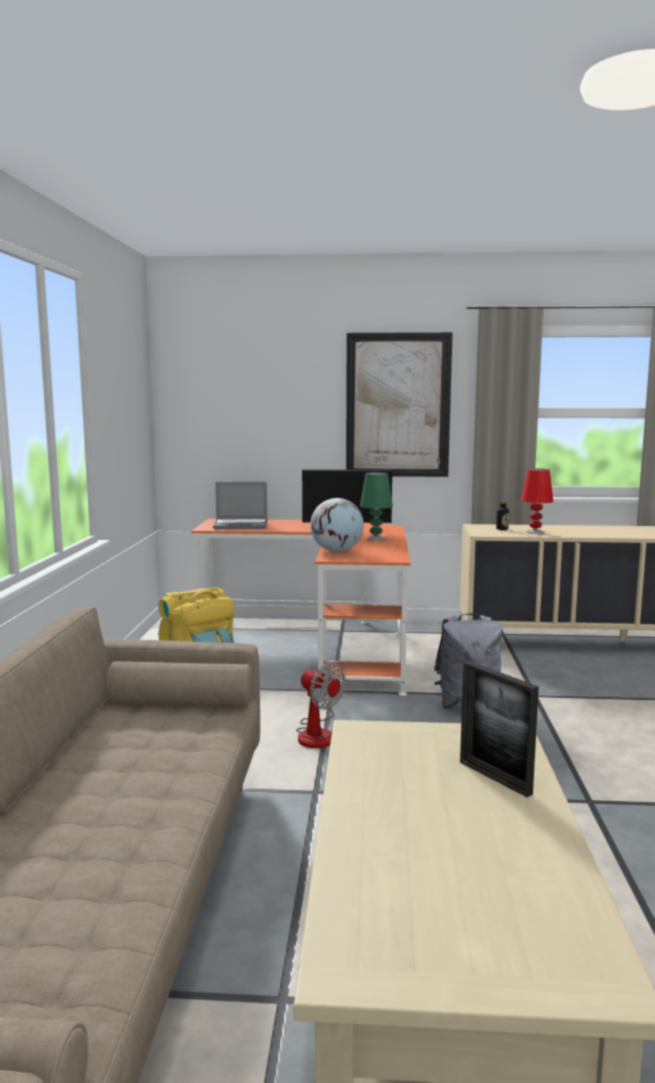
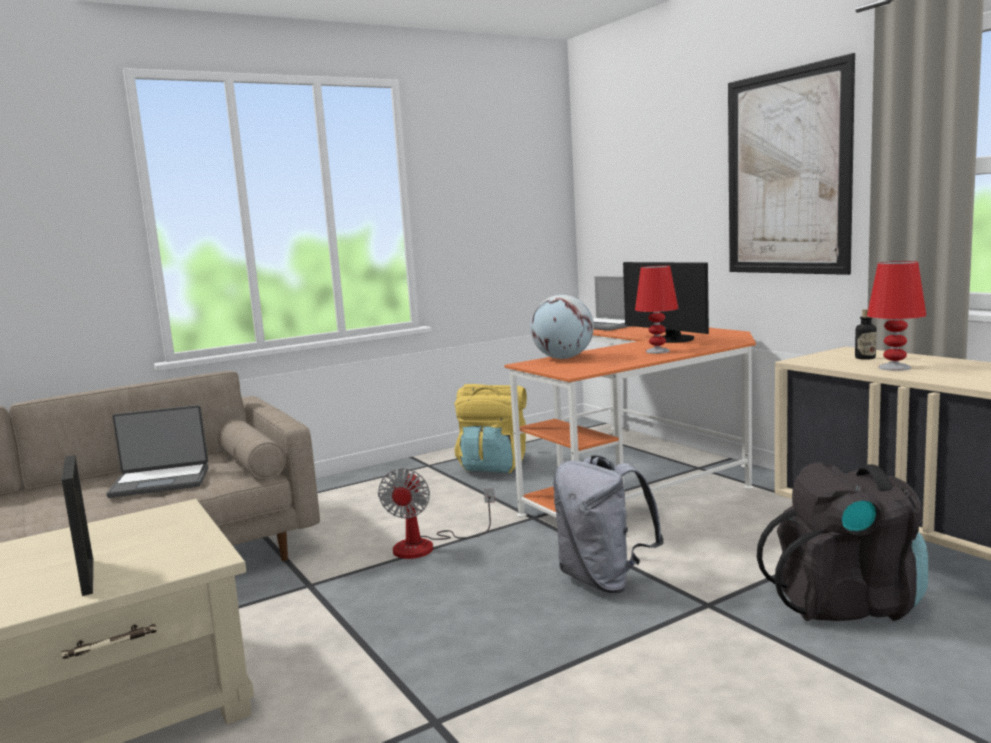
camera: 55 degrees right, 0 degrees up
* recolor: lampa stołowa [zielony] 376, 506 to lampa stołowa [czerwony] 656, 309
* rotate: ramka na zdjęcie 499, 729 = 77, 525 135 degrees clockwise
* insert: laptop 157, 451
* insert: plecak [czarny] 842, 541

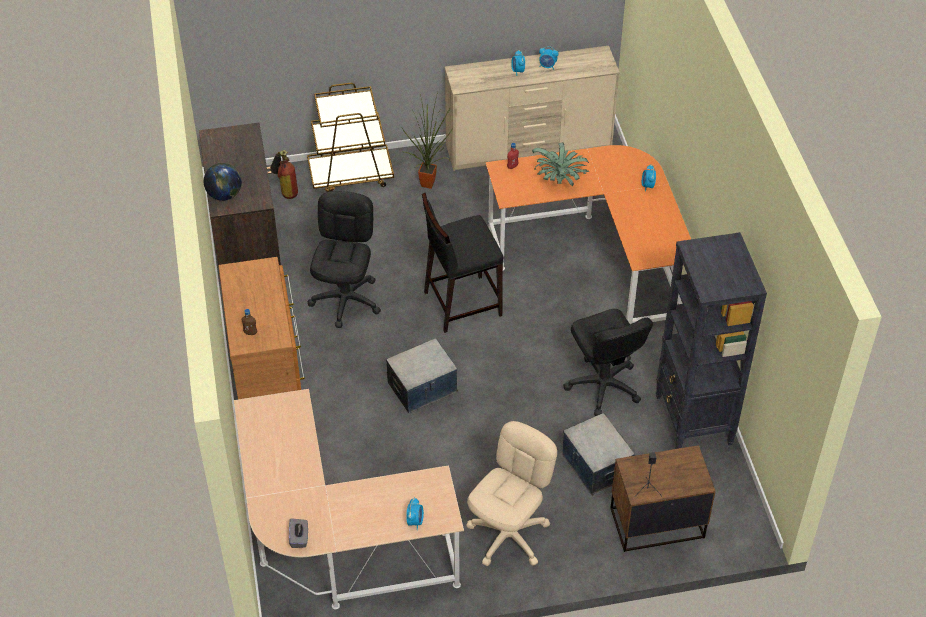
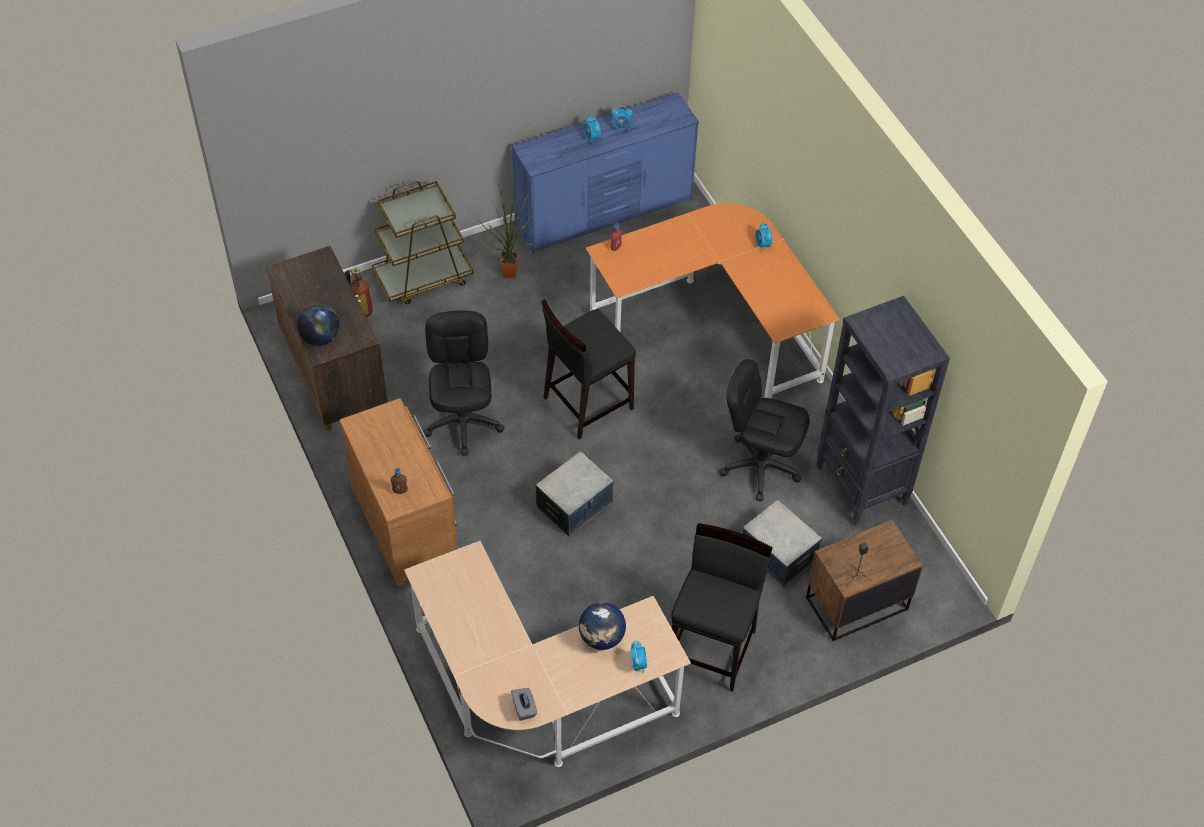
camera: 15 degrees left, 5 degrees up
* recolor: komoda [beżowy] 532, 108 to komoda [niebieski] 605, 173
* replace: krzesło biurowe [beżowy] 511, 493 to stołek [czarny] 722, 607
* delete: roślina doniczkowa 561, 164
* rotate: krzesło biurowe [czarny] 608, 362 = 764, 430 150 degrees clockwise
* insert: globus 602, 626

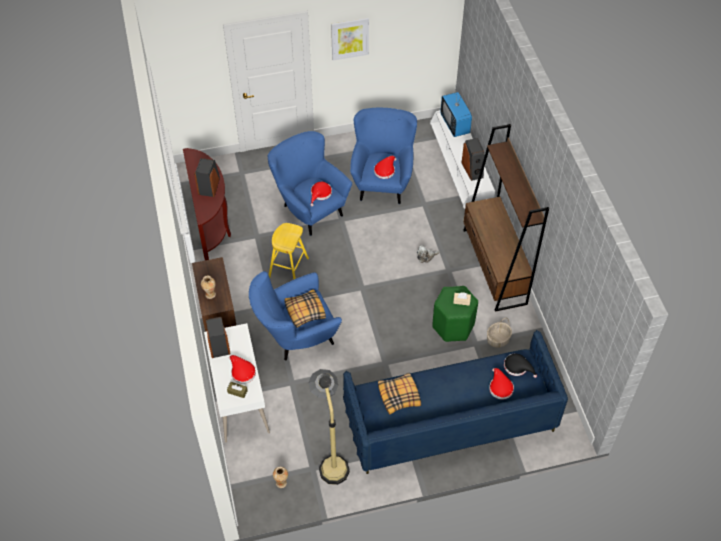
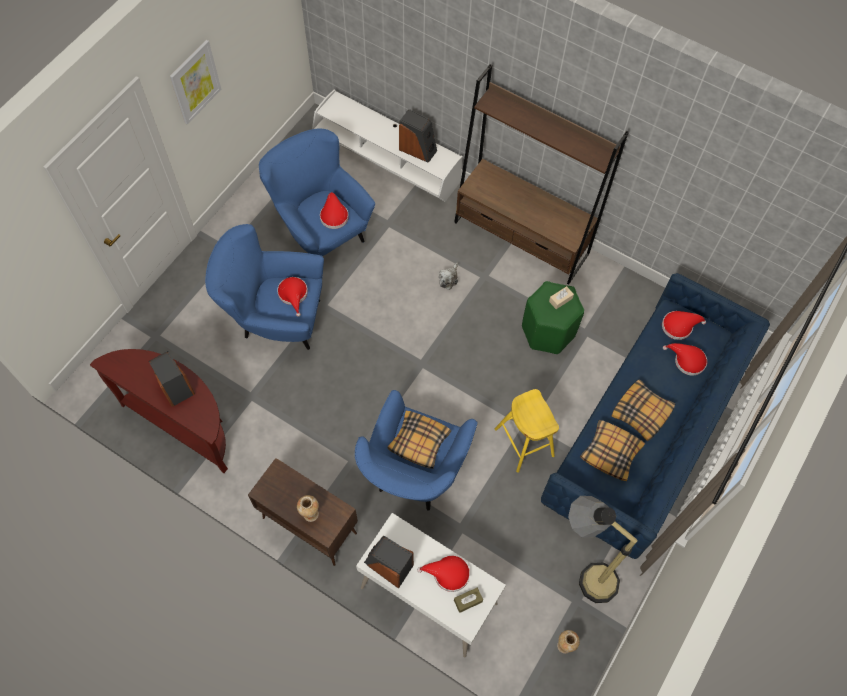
camera: 45 degrees left, 10 degrees up
* move: stołek [żółty] 289, 251 to 527, 431
* delete: telewizor 456, 112
* delete: koszyk 499, 333
* recolor: kapelusz [czarny] 520, 366 to kapelusz [czerwony] 684, 325
* insert: poduszka 643, 410

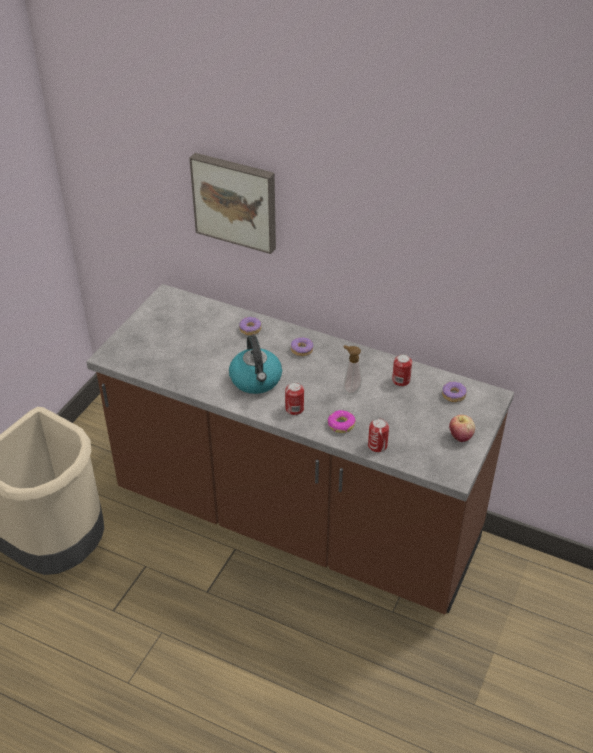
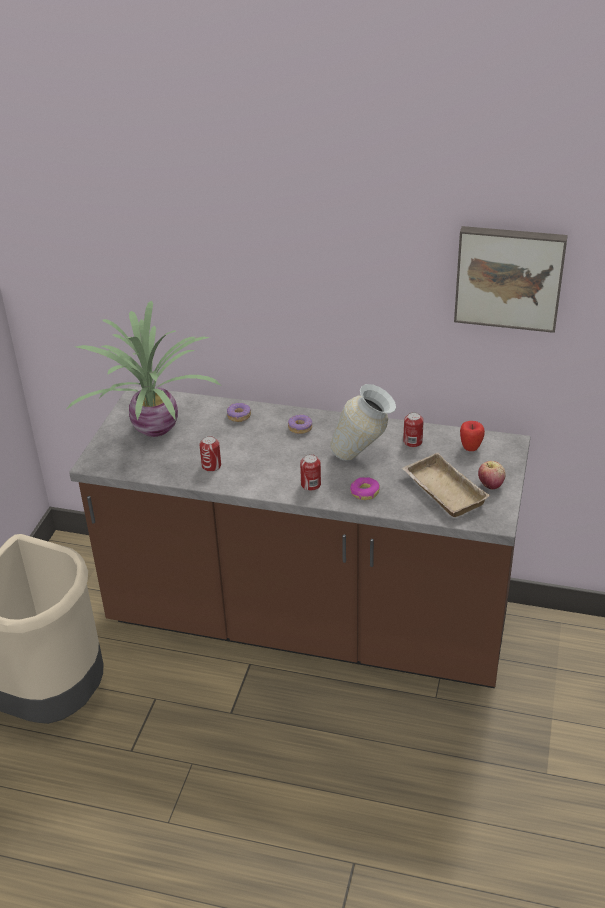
camera: 10 degrees left, 5 degrees down
* move: obraz 232, 203 to 511, 279
* delete: czajnik 255, 364
* replace: dozownik mydła 352, 370 to wazon 363, 422
* move: puszka 378, 435 to 210, 454
* replace: donut 454, 392 to jabłko 472, 436
* insert: roślina doniczkowa 143, 369
* insert: taca [beżowy] 446, 484

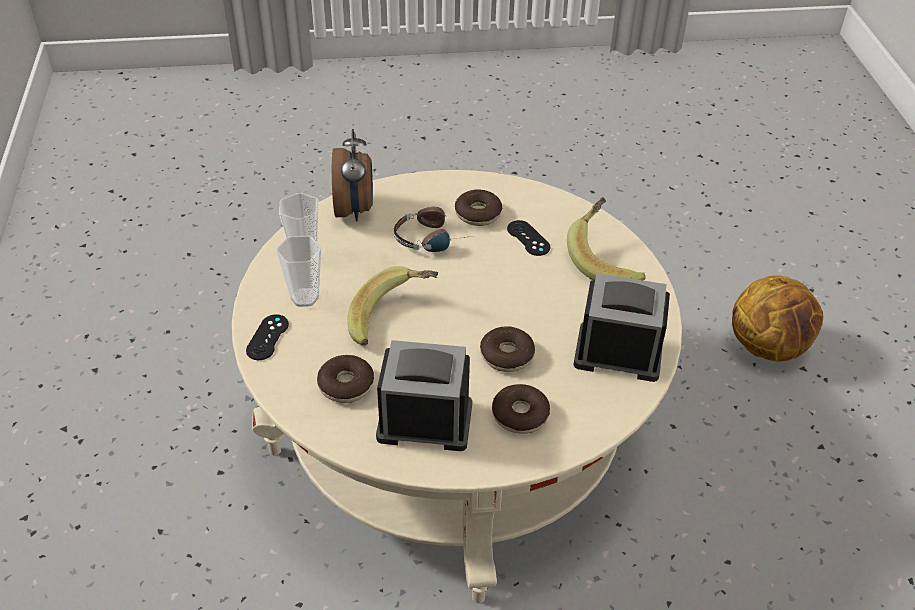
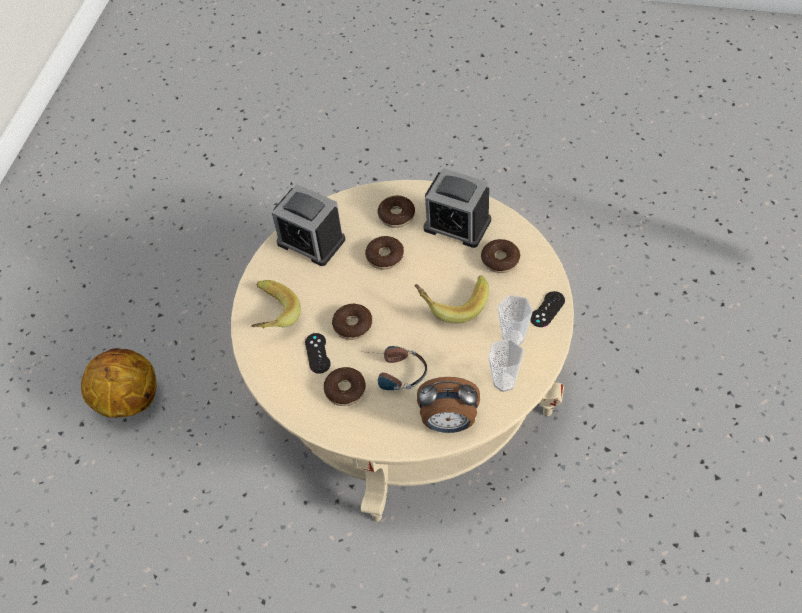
camera: 155 degrees left, 10 degrees up
* rotate: budzik 352, 175 = 448, 405 105 degrees counterclockwise
* insert: donut 352, 322

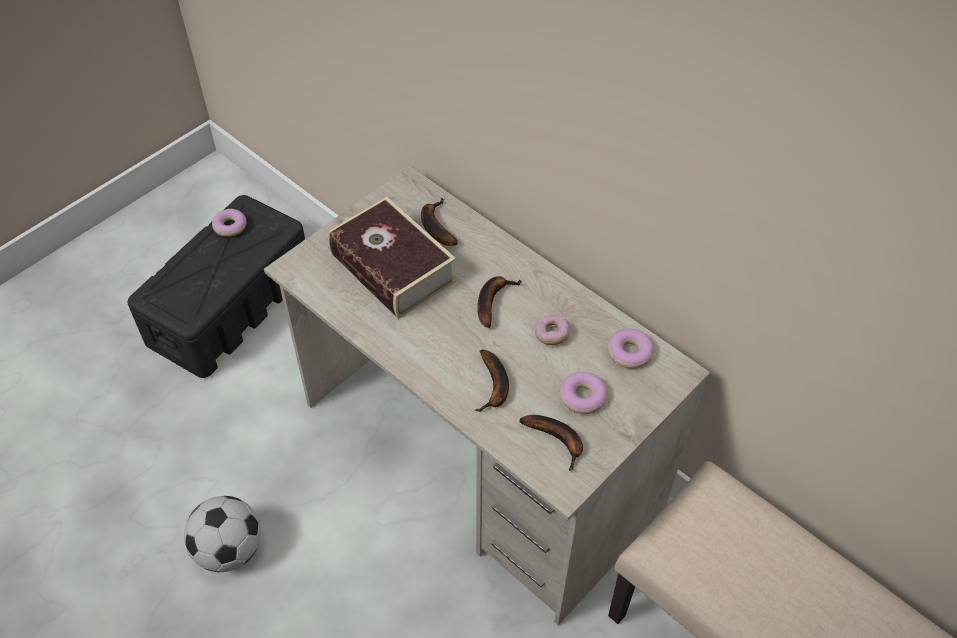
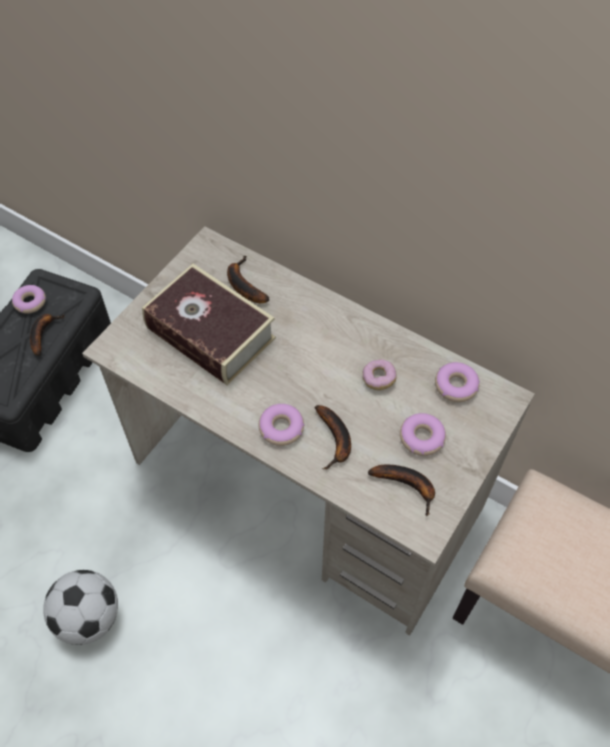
camera: 10 degrees left, 5 degrees up
* move: banan 499, 302 to 47, 335
* insert: donut 281, 425

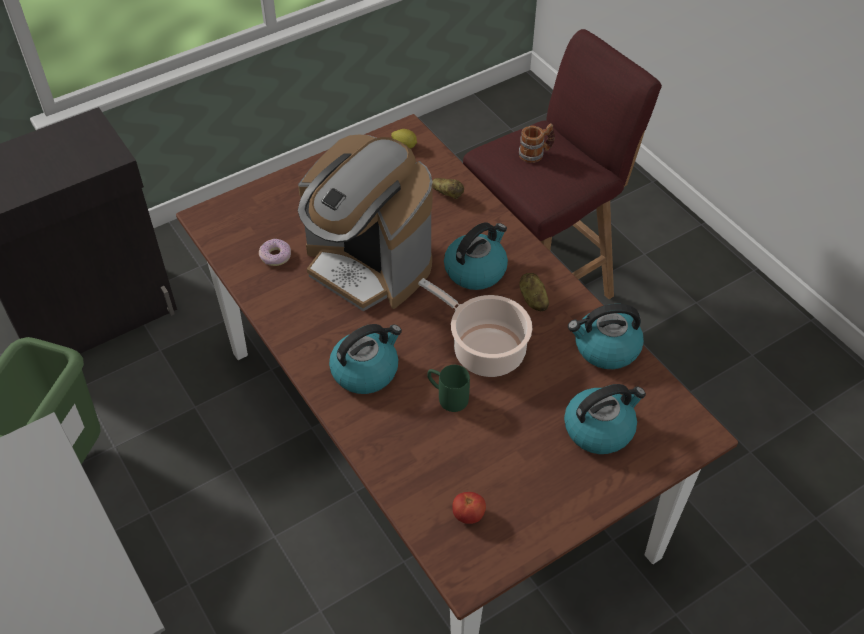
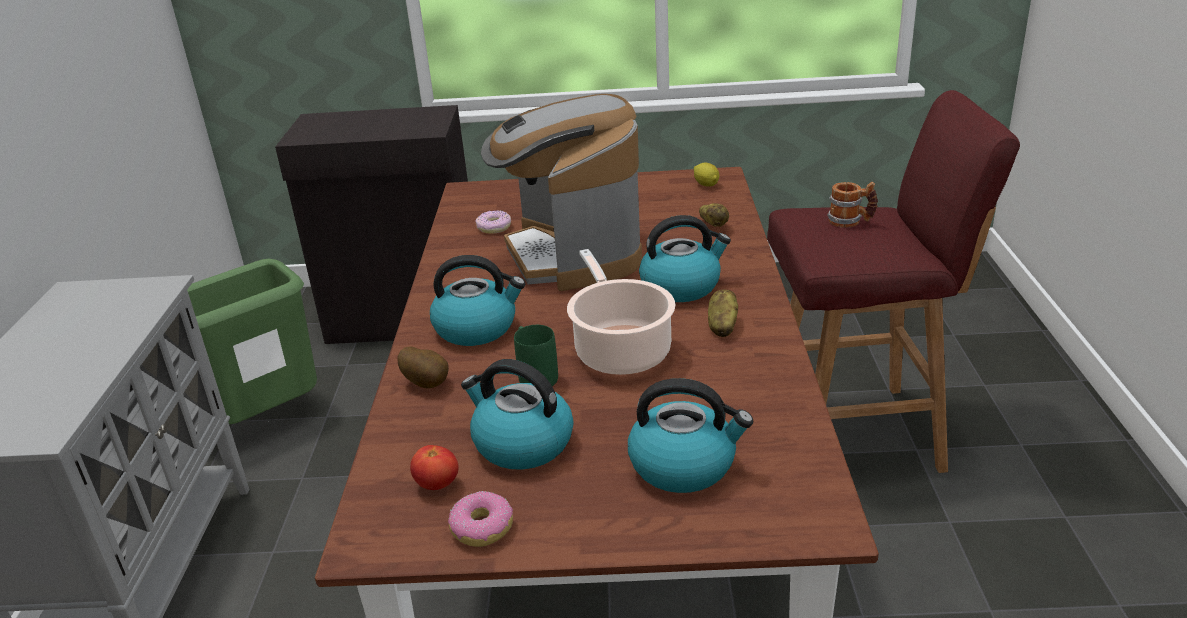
camera: 35 degrees right, 20 degrees down
* move: czajnik 606, 336 to 517, 414
* insert: ziemniak 423, 367
* insert: donut 480, 519

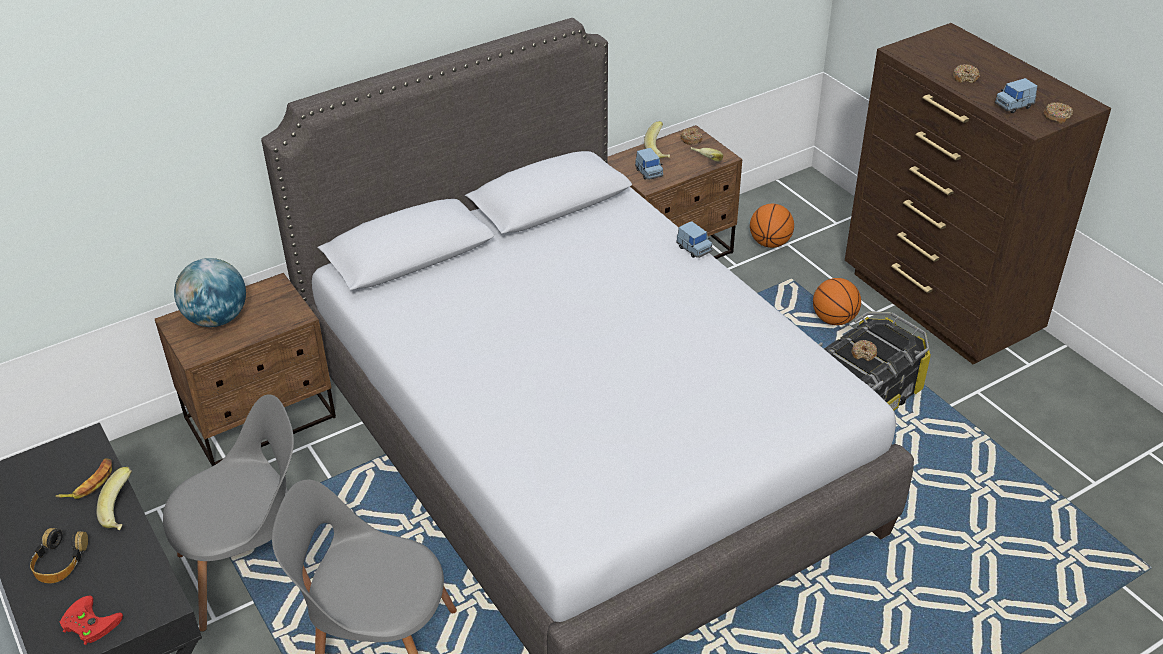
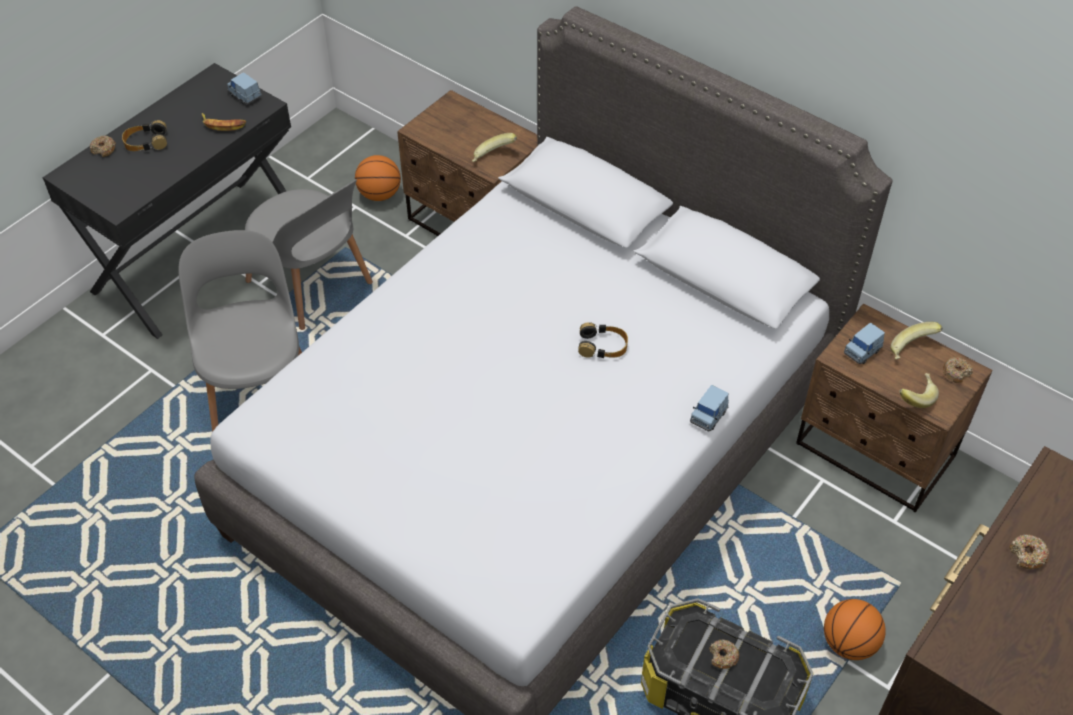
camera: 70 degrees right, 10 degrees up
* delete: pad do gier [czerwony] 91, 620
* move: banan 114, 498 to 494, 147
* delete: globus 210, 292
* move: piłka do koszykówki 772, 226 to 378, 178
* move: samochodzik [niebieski] 1016, 95 to 244, 88
* move: donut 1058, 113 to 103, 146
* insert: słuchawki 603, 340

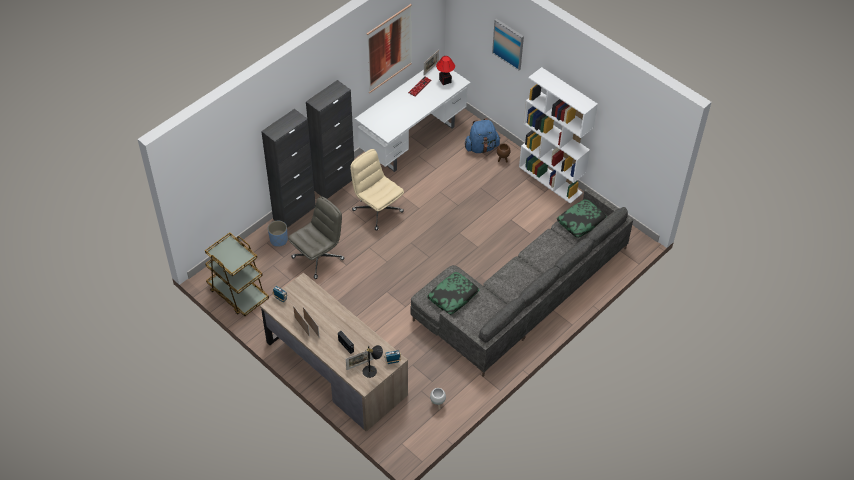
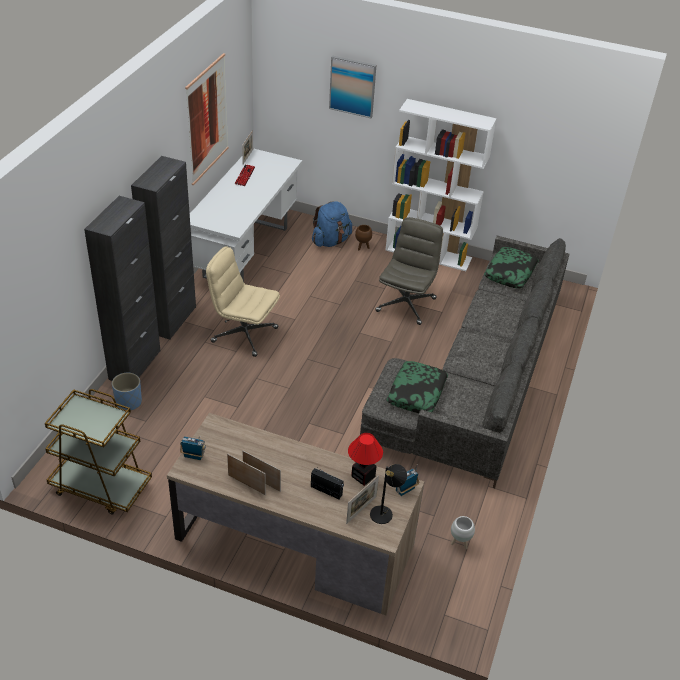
camera: 25 degrees left, 10 degrees down
* move: krzesło biurowe [szary] 316, 237 to 409, 271
* move: lampa stołowa 445, 70 to 365, 459

